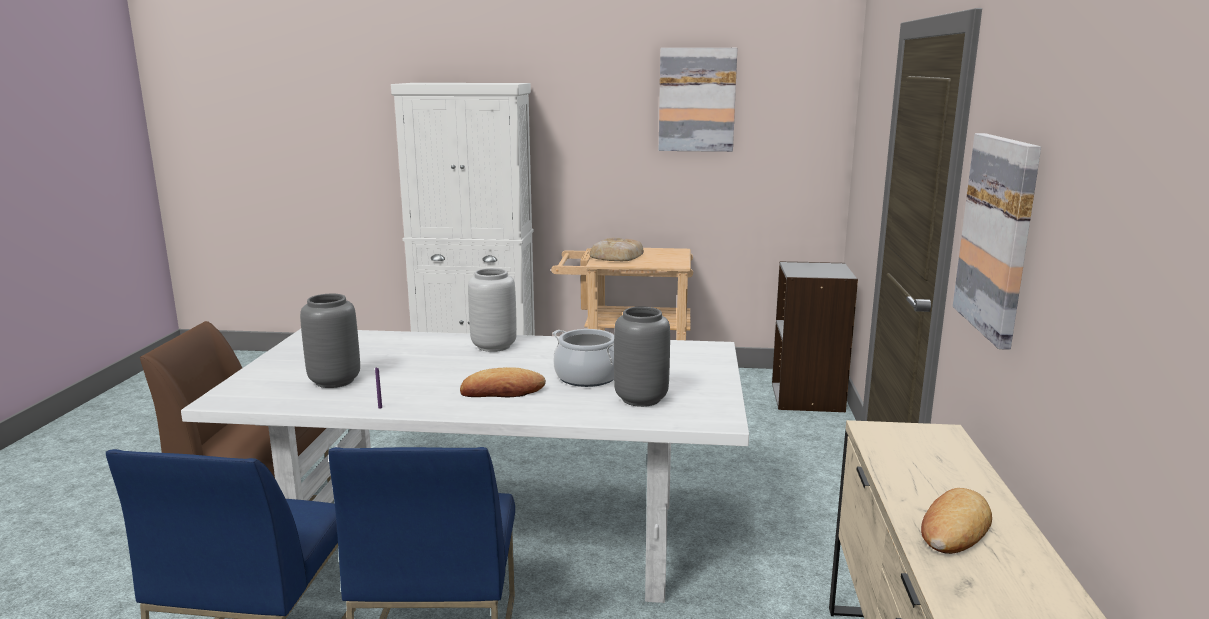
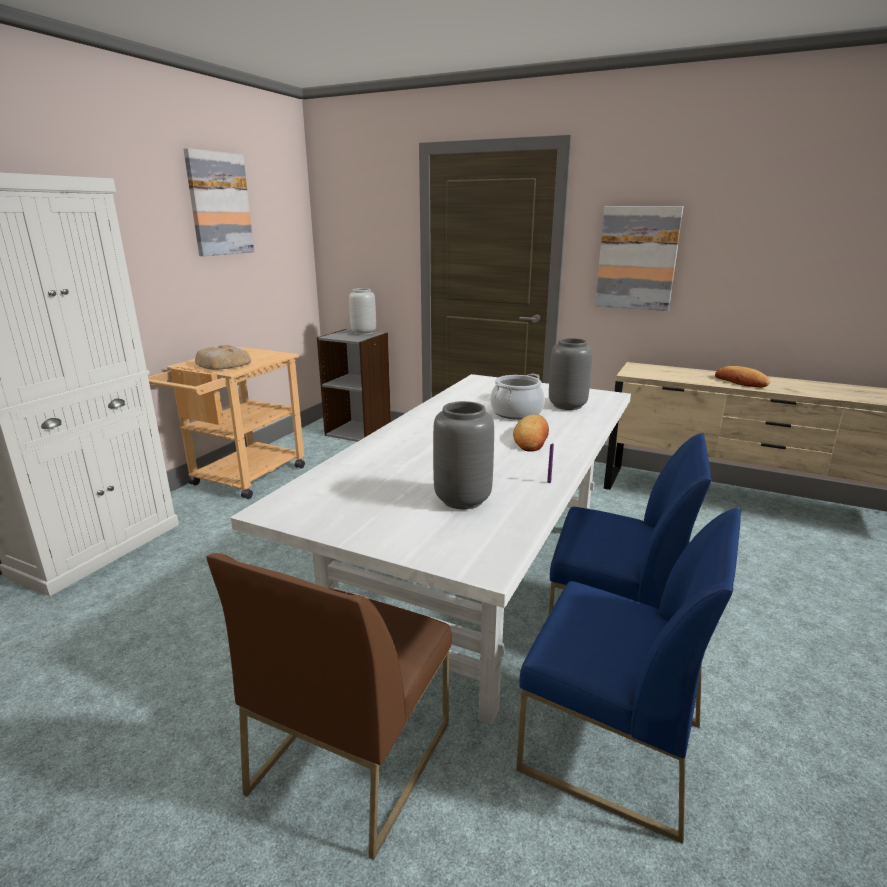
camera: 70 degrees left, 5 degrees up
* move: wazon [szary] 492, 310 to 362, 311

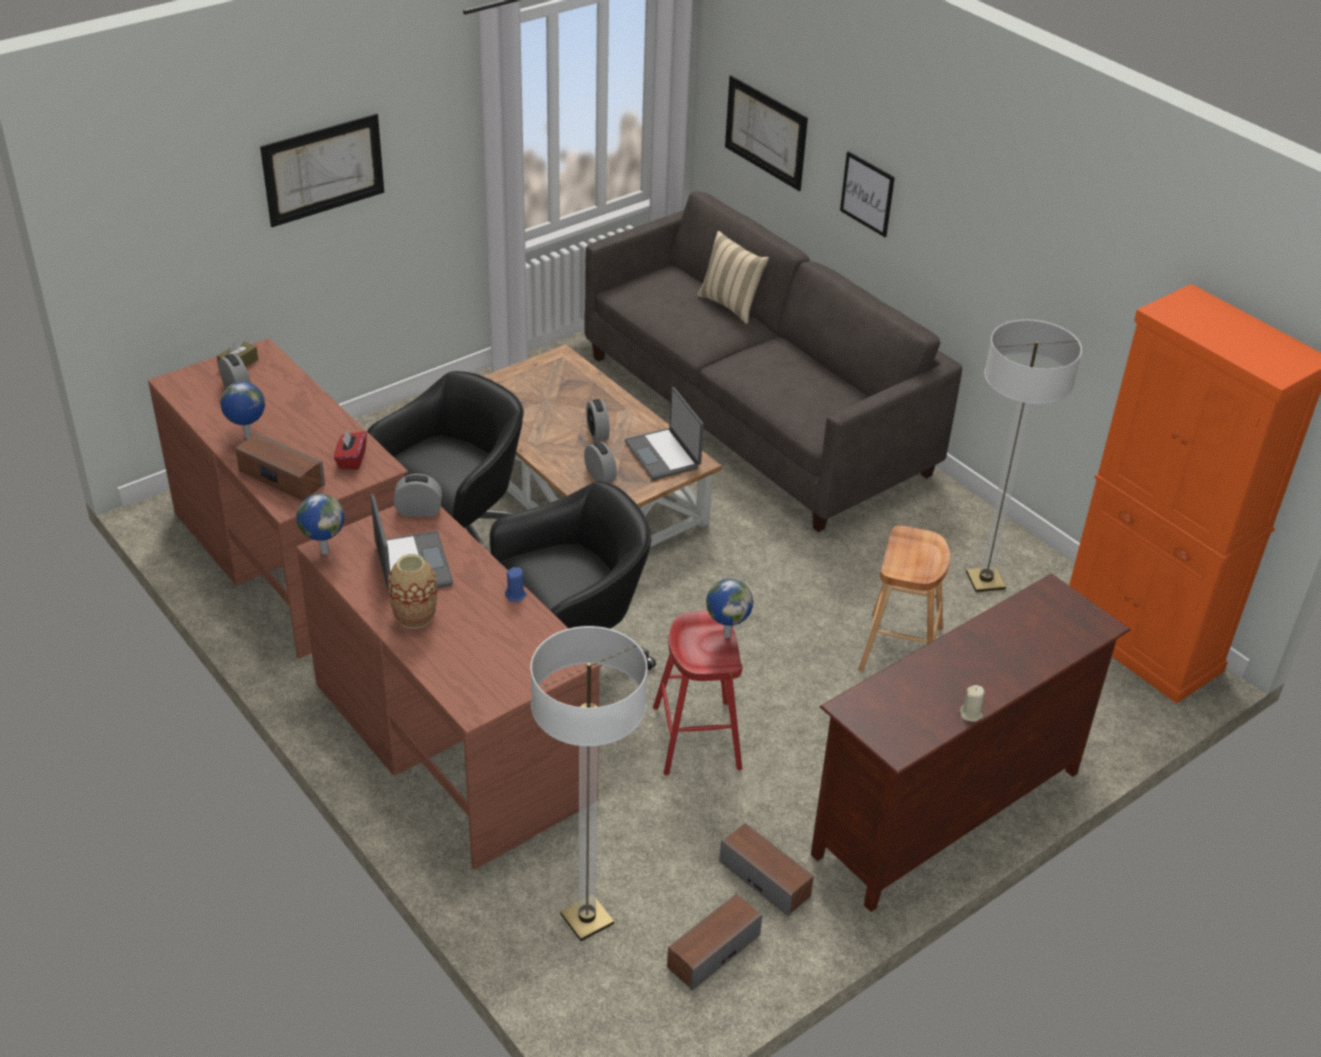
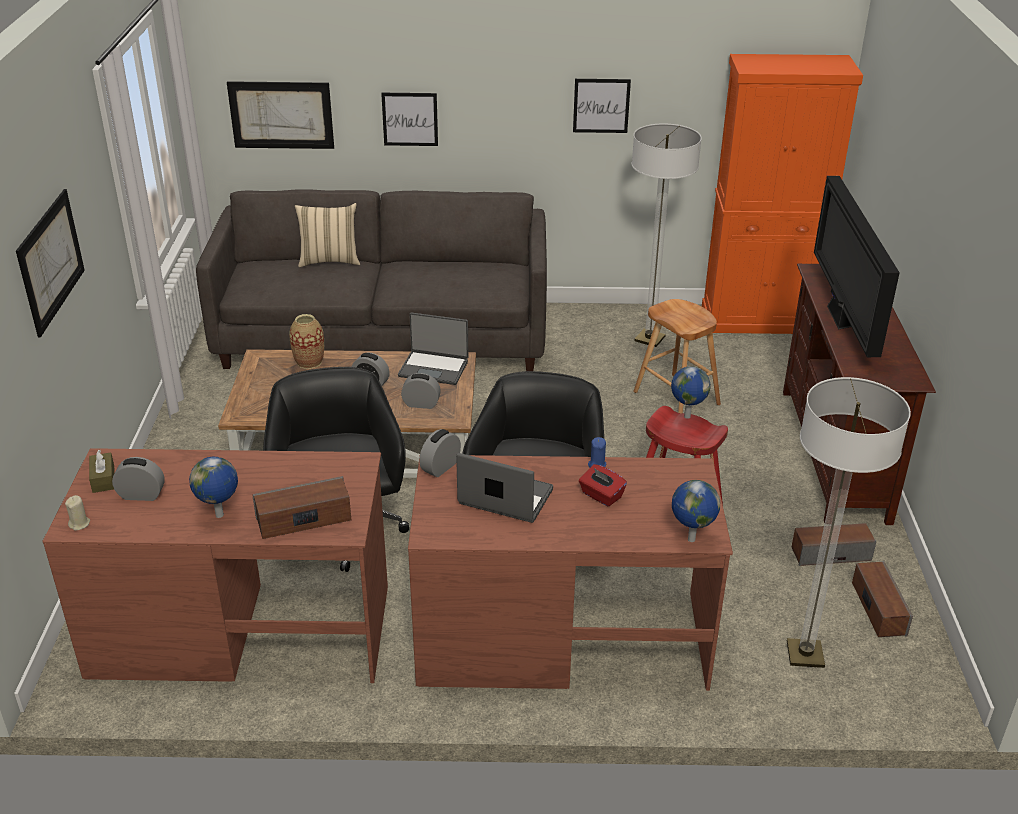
camera: 50 degrees left, 5 degrees down
* move: globus 320, 523 to 696, 511
* move: pudełko chusteczek [czerwony] 350, 449 to 603, 485
* move: wazon 412, 591 to 306, 341
* move: świeca [beżowy] 972, 703 to 77, 513
* insert: obraz 602, 106
* insert: telewizor 857, 266

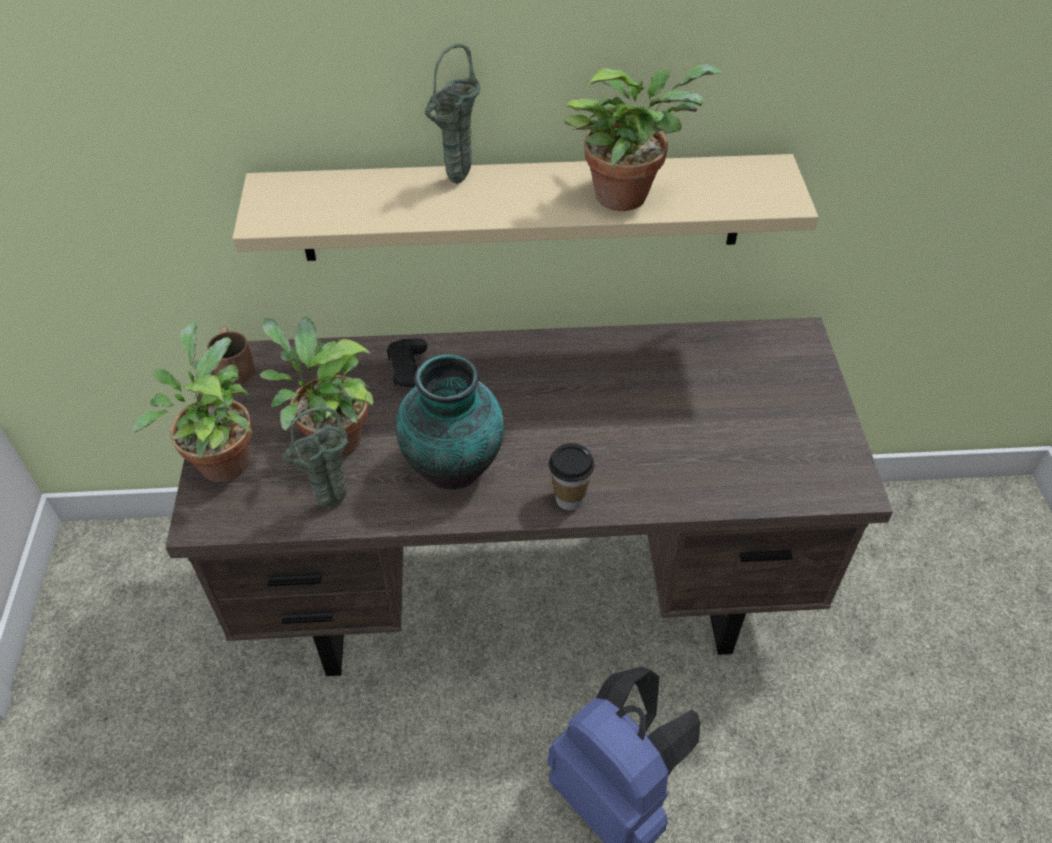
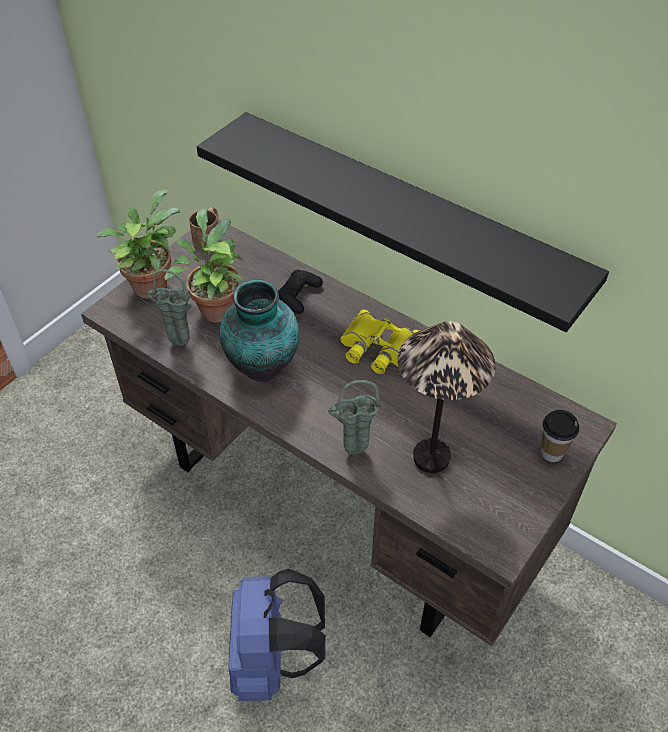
camera: 40 degrees right, 0 degrees up
* recolor: półka [beżowy] 525, 207 to półka [czarny] 403, 222
* move: wazon [zielony] 452, 113 to 354, 417
* move: filiżanka 572, 476 to 560, 436
* delete: roślina doniczkowa 643, 137
* insert: lornetka [żółty] 380, 341
* insert: lampa stołowa 447, 397

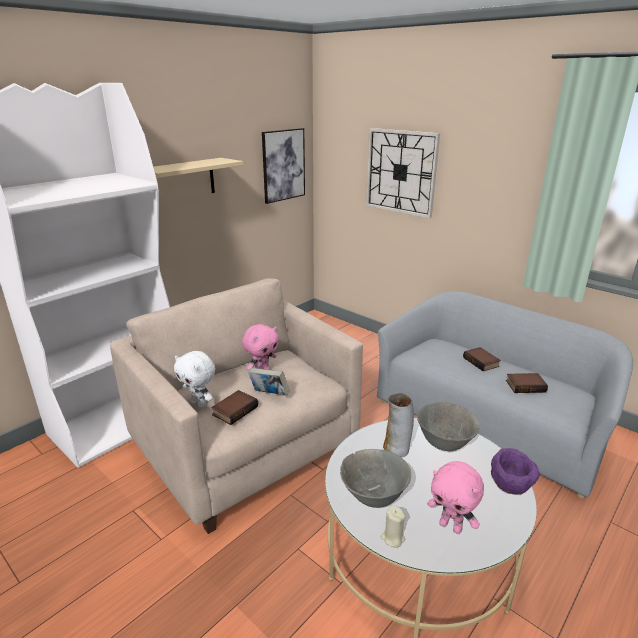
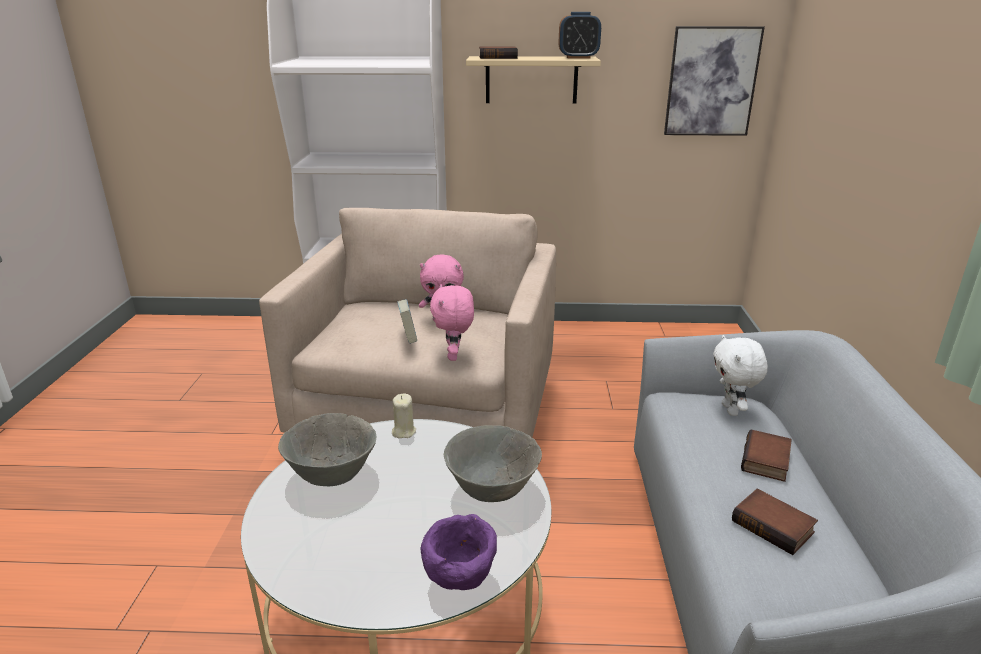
camera: 50 degrees right, 0 degrees up
* move: pluszak [biały] 194, 379 to 740, 375
* move: książka 234, 407 to 498, 52
* delete: zegar ścienny 403, 173
* move: świeca [beżowy] 393, 527 to 404, 416
* delete: wazon 398, 425
* move: pluszak [różowy] 455, 497 to 452, 322
* insert: budzik 580, 35

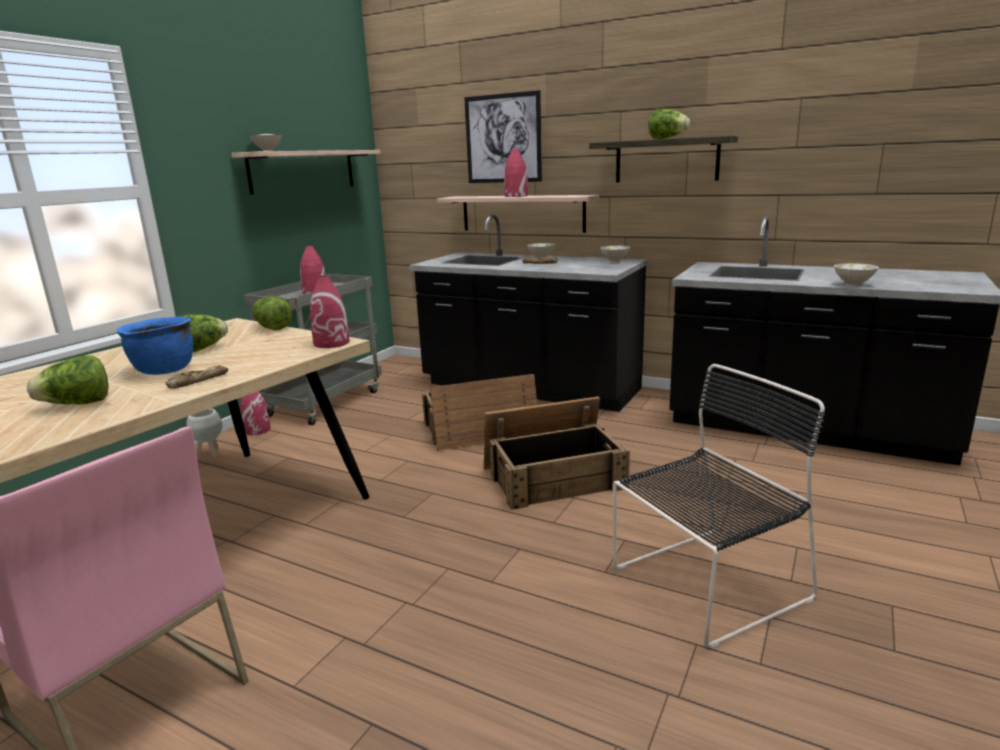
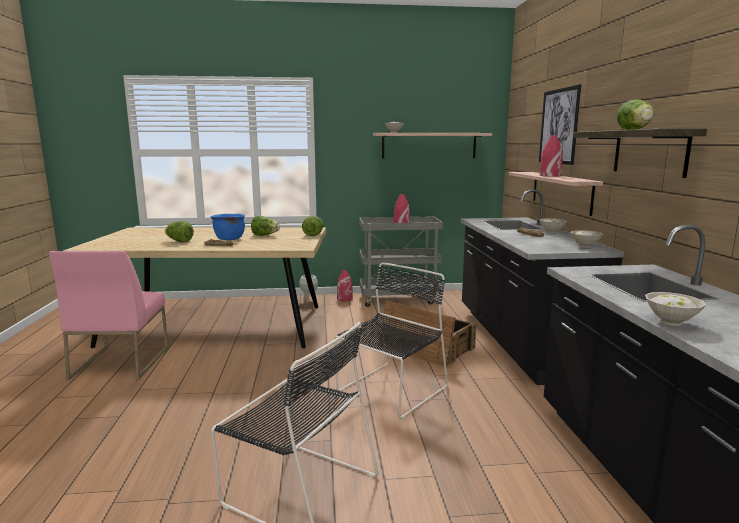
camera: 55 degrees right, 5 degrees down
* delete: wazon [czerwony] 330, 311
* replace: skrzynka 557, 453 to krzesło [czarny] 391, 341

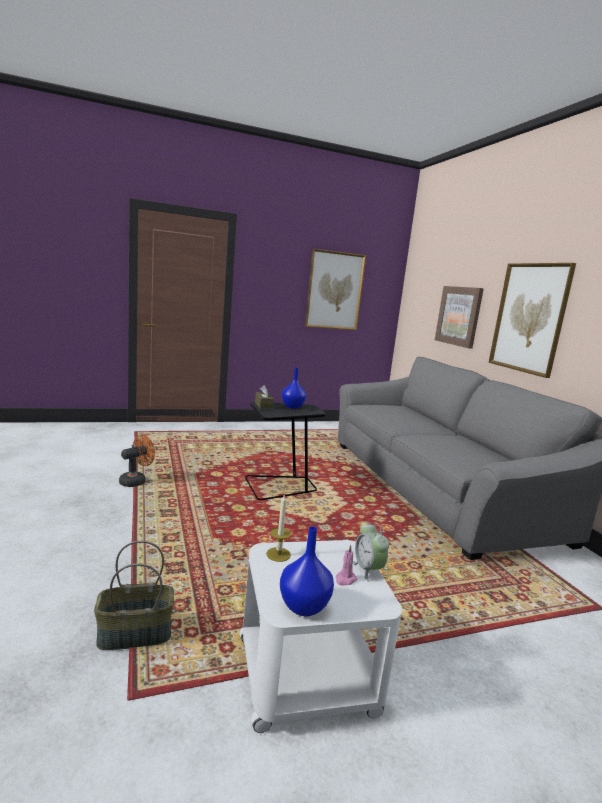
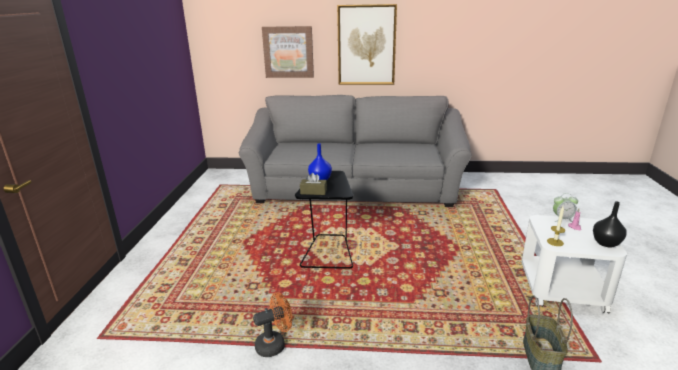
camera: 65 degrees left, 10 degrees up
* rotate: wentylator [pomarańczowy] 137, 460 = 273, 324 90 degrees clockwise
* recolor: wazon [niebieski] 307, 571 to wazon [czarny] 609, 224
* delete: obraz 335, 289

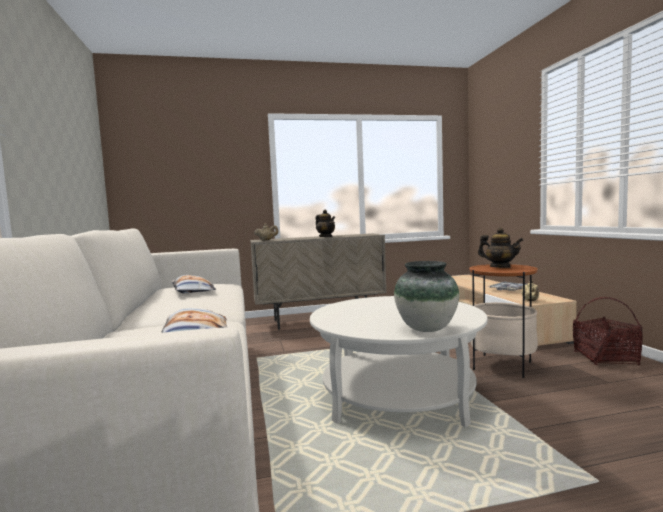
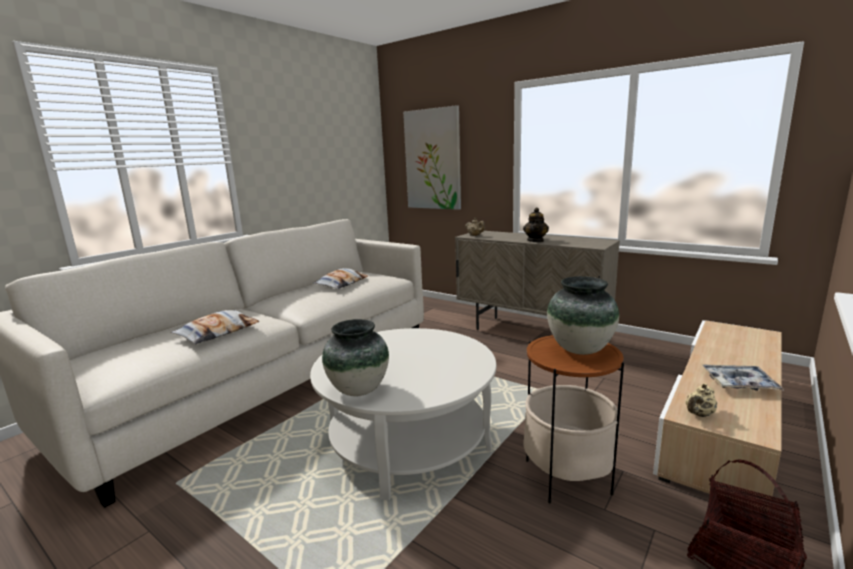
camera: 50 degrees right, 10 degrees up
* replace: imbryk 500, 247 to wazon 583, 315
* insert: obraz 432, 157

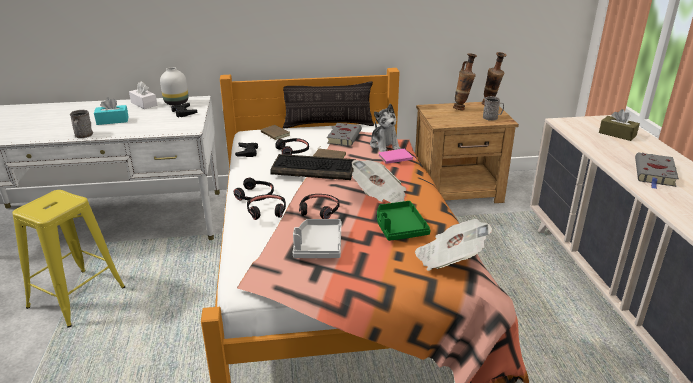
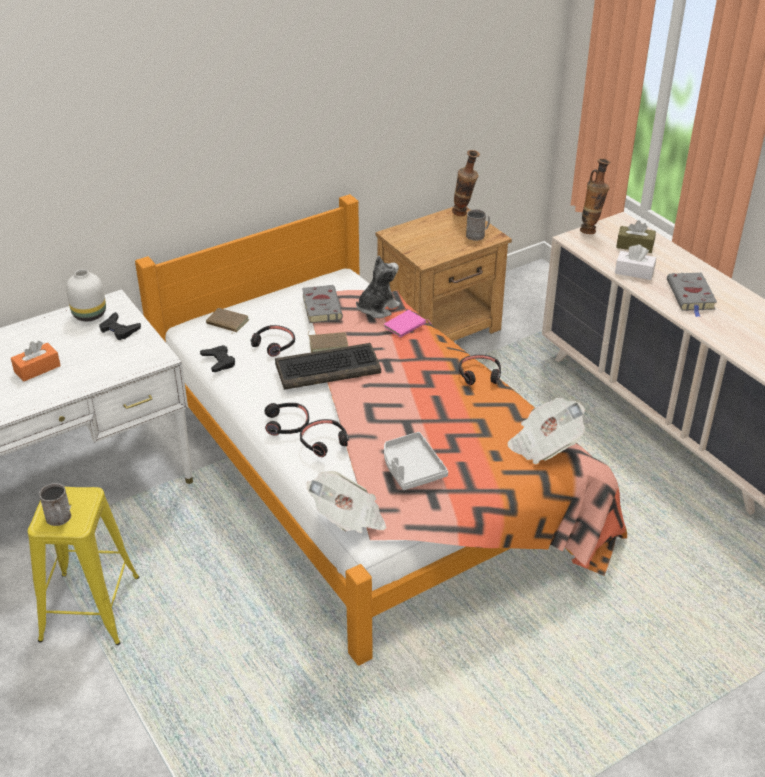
camera: 25 degrees left, 10 degrees up
* move: kubek [szary] 81, 124 to 55, 504
* recolor: pudełko chusteczek [turkusowy] 111, 111 to pudełko chusteczek [pomarańczowy] 36, 361
* move: pudełko chusteczek [biały] 143, 95 to 635, 262
* delete: poduszka 328, 104
* move: słuchawki [czarny] 319, 206 to 480, 370
* move: gazeta 379, 181 to 346, 502
* rotate: pluszak 385, 128 = 378, 287 90 degrees counterclockwise
* delete: taca [zielony] 404, 221
* move: wazon 465, 82 to 595, 196

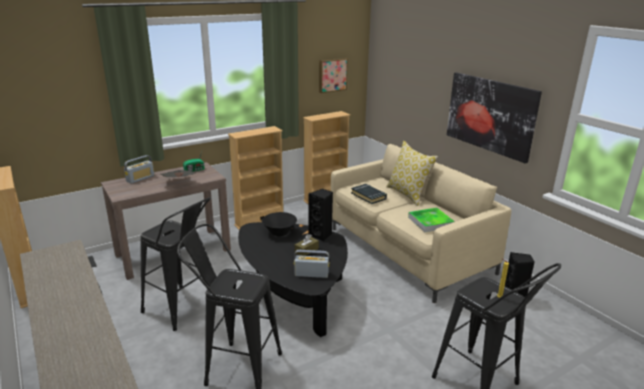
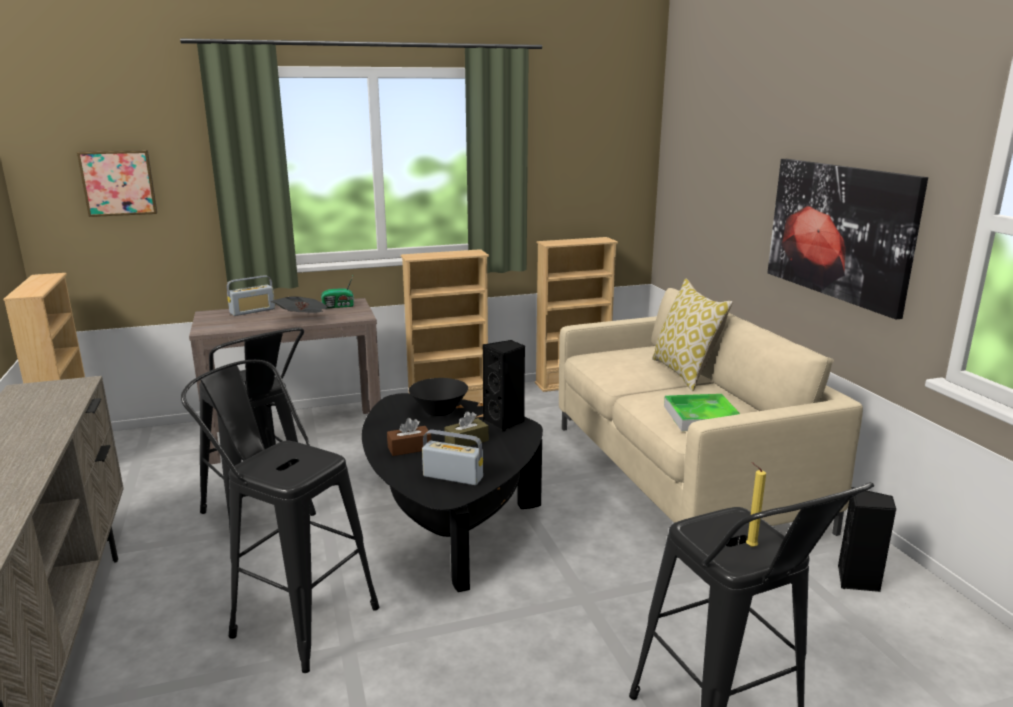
camera: 15 degrees right, 5 degrees down
* move: obraz 333, 75 to 117, 183
* delete: książka [czarny] 369, 194
* insert: pudełko chusteczek [brązowy] 409, 437

